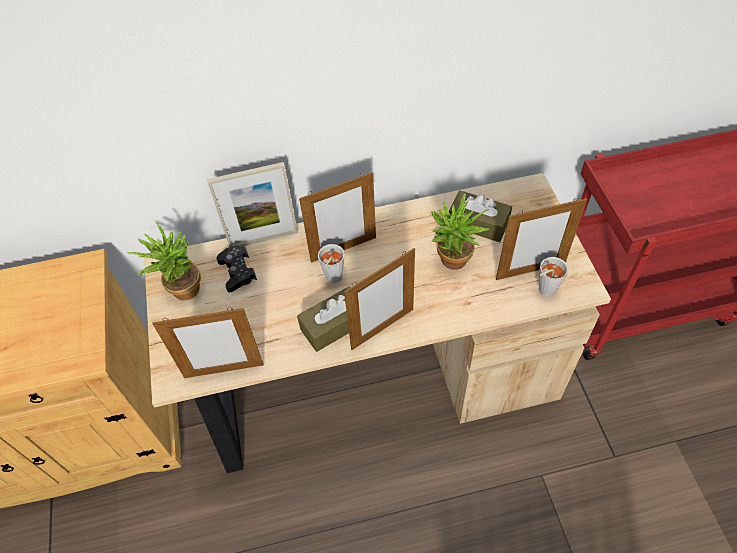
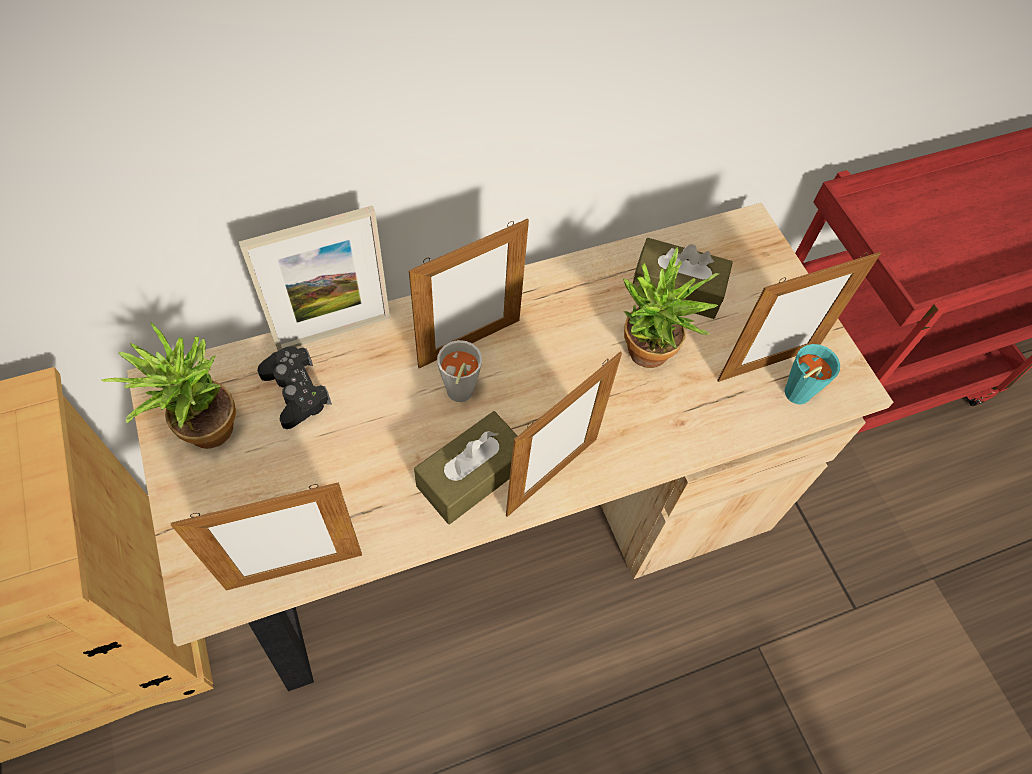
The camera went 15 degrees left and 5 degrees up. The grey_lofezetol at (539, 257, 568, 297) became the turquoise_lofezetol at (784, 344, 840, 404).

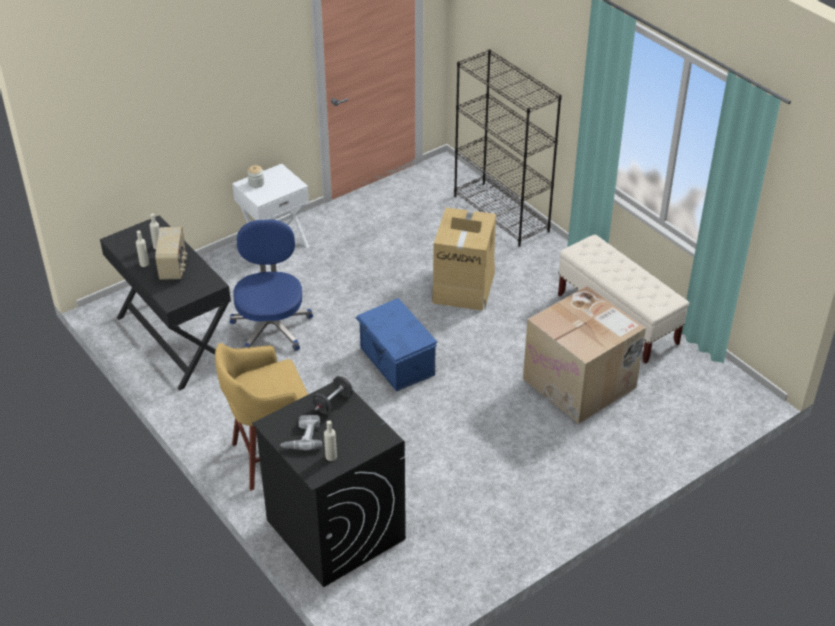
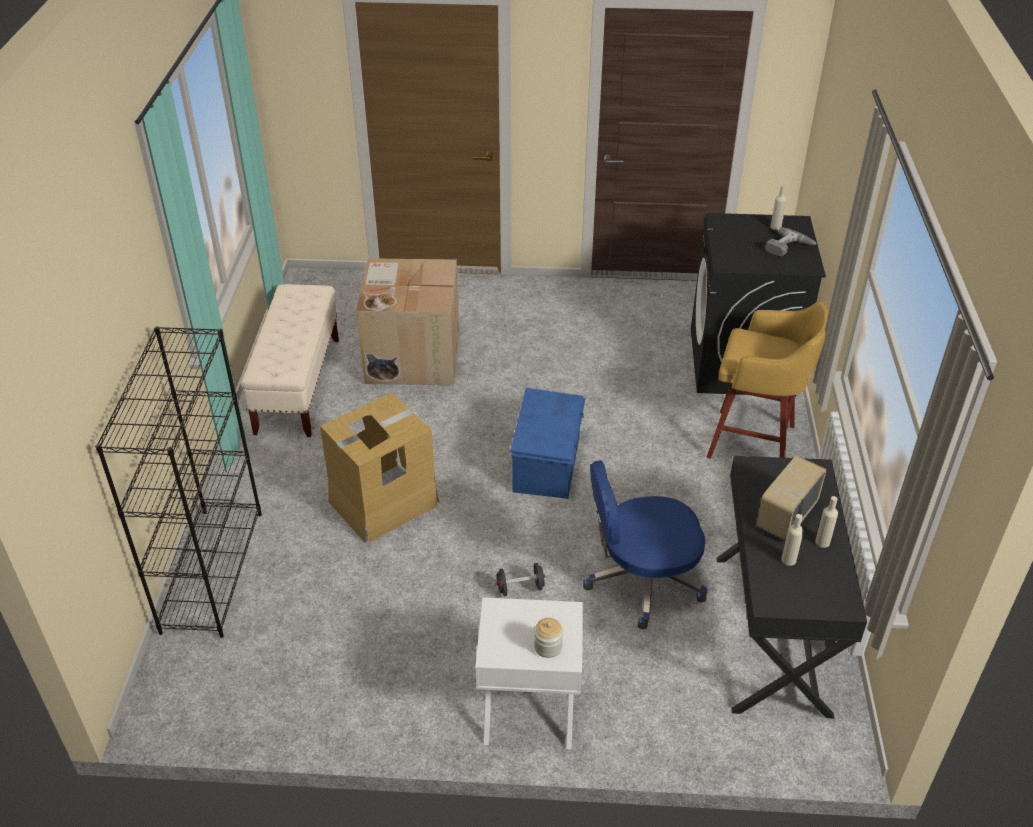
The camera went 140 degrees left and 0 degrees up. The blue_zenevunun at (229, 219, 313, 351) turned 45 degrees clockwise. The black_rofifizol moved from (313, 376, 353, 414) to (492, 563, 549, 596).

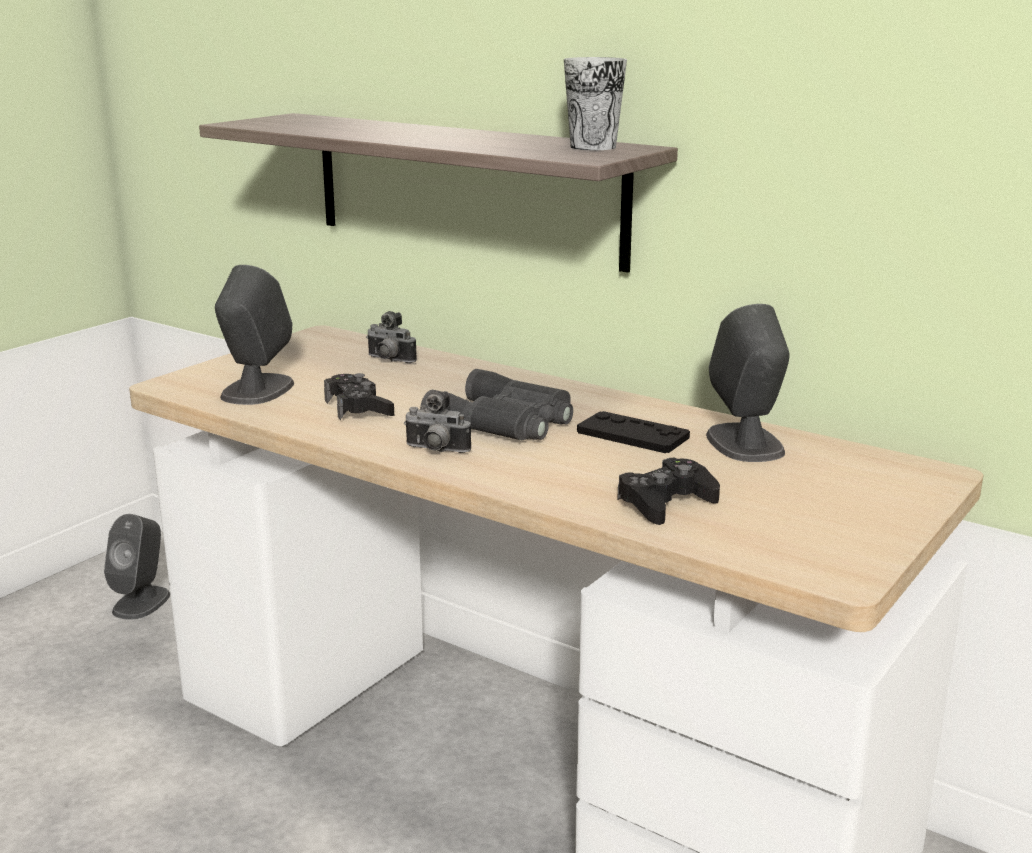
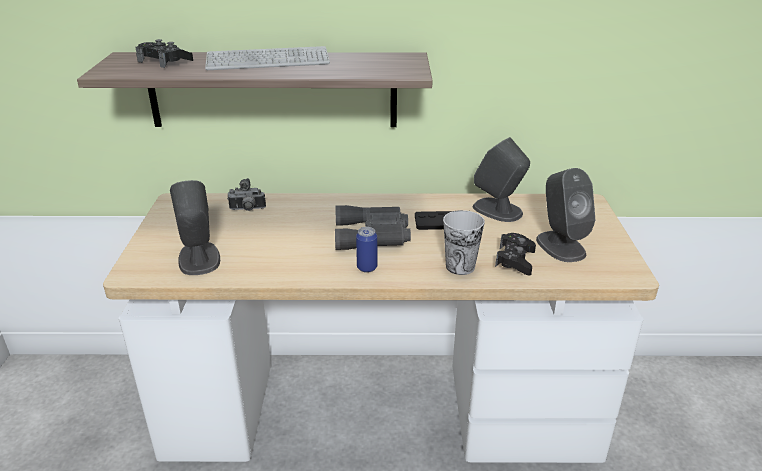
The camera went 35 degrees left and 10 degrees up. The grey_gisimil moved from (104, 514, 170, 620) to (536, 168, 595, 262). The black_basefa moved from (324, 373, 394, 420) to (136, 39, 193, 68). The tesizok at (404, 391, 471, 453) was replaced by the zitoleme at (356, 227, 377, 273). The lofezetol moved from (564, 57, 627, 150) to (443, 210, 485, 275). The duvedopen at (205, 46, 330, 70) appeared.

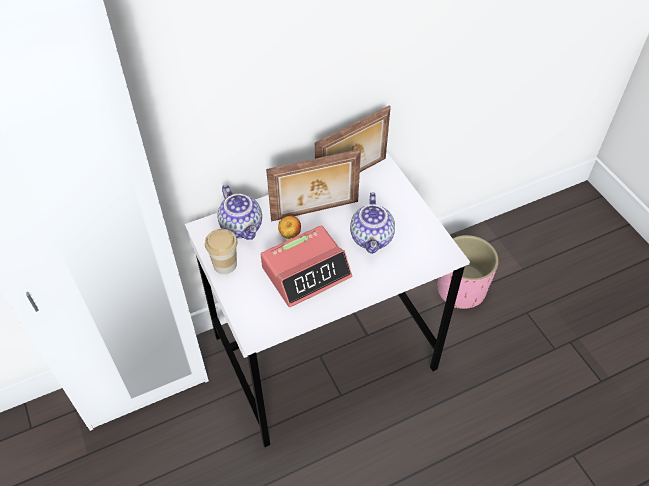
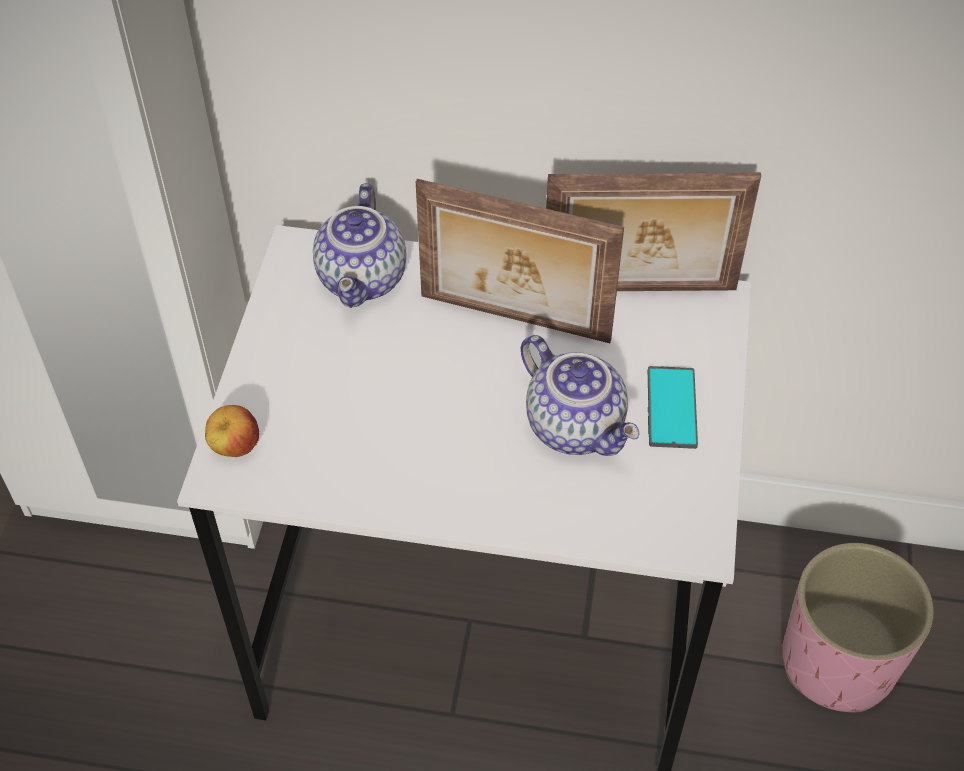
The camera went 35 degrees right and 0 degrees up. The lofezetol at (205, 229, 237, 274) disappeared. The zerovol at (261, 225, 352, 308) disappeared. The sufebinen moved from (278, 215, 301, 239) to (205, 405, 259, 457). The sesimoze at (350, 192, 395, 254) turned 75 degrees counterclockwise. The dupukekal at (648, 366, 698, 449) appeared.

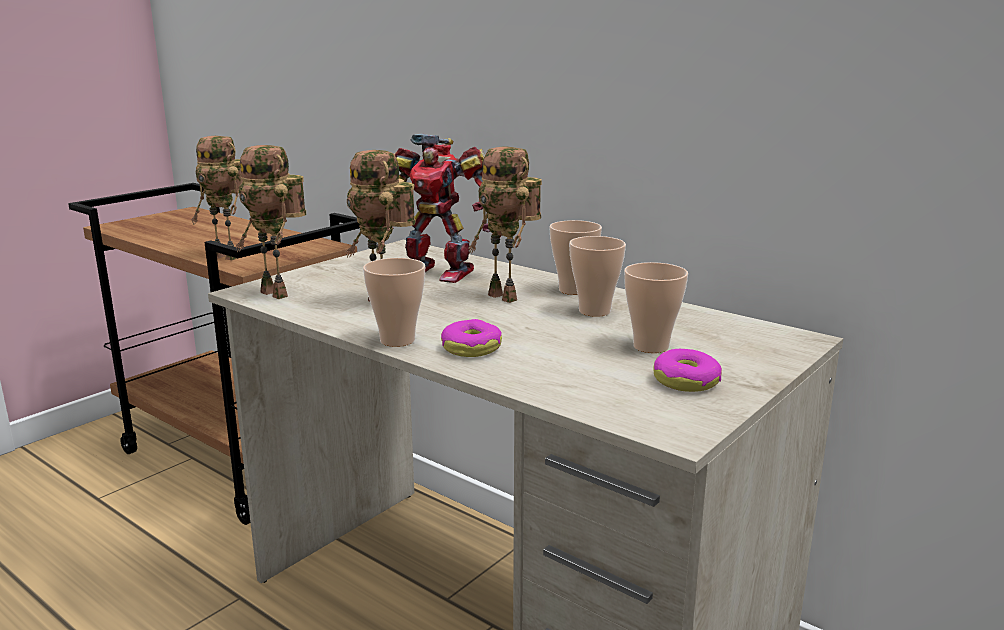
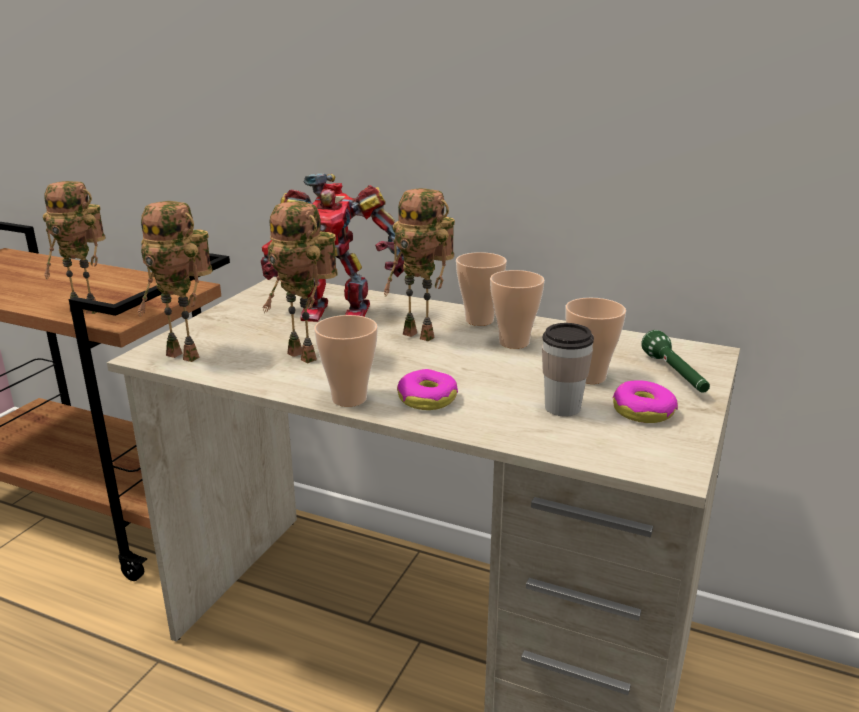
The camera went 15 degrees left and 5 degrees up. The lofezetol at (542, 323, 594, 417) appeared. The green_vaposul at (641, 330, 710, 393) appeared.

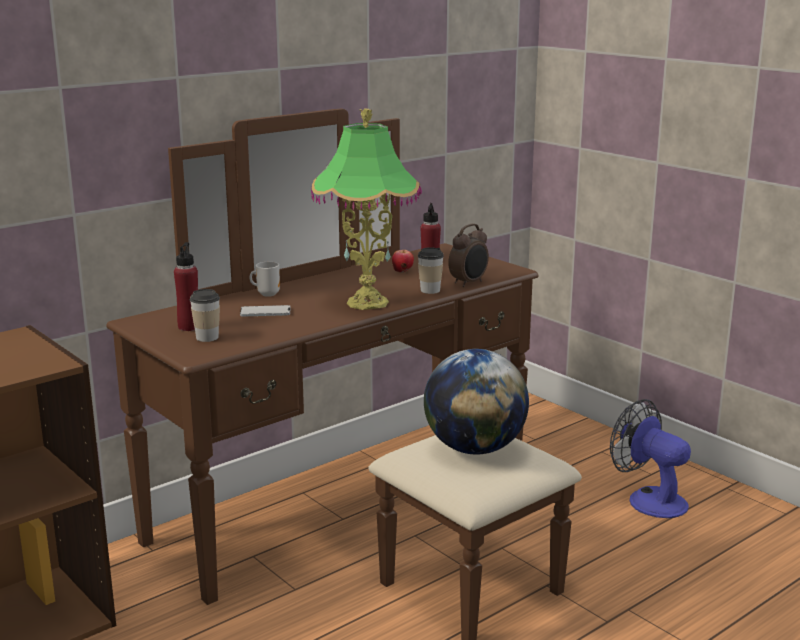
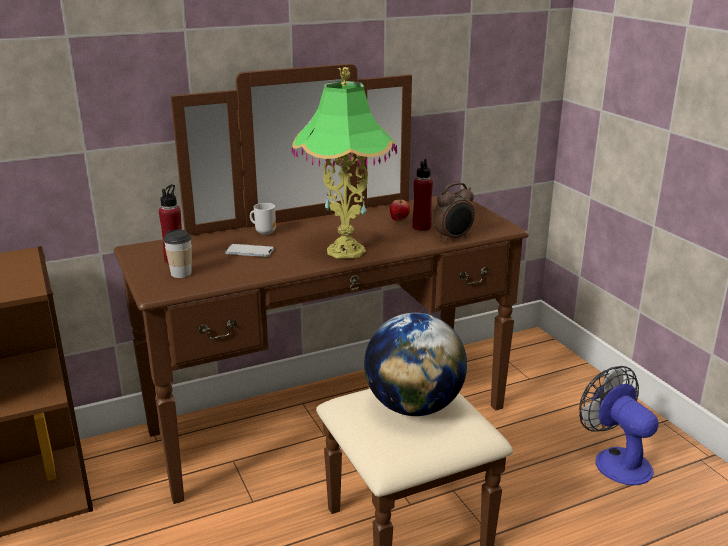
The camera went 15 degrees right and 5 degrees up. The lofezetol at (418, 247, 444, 294) disappeared.

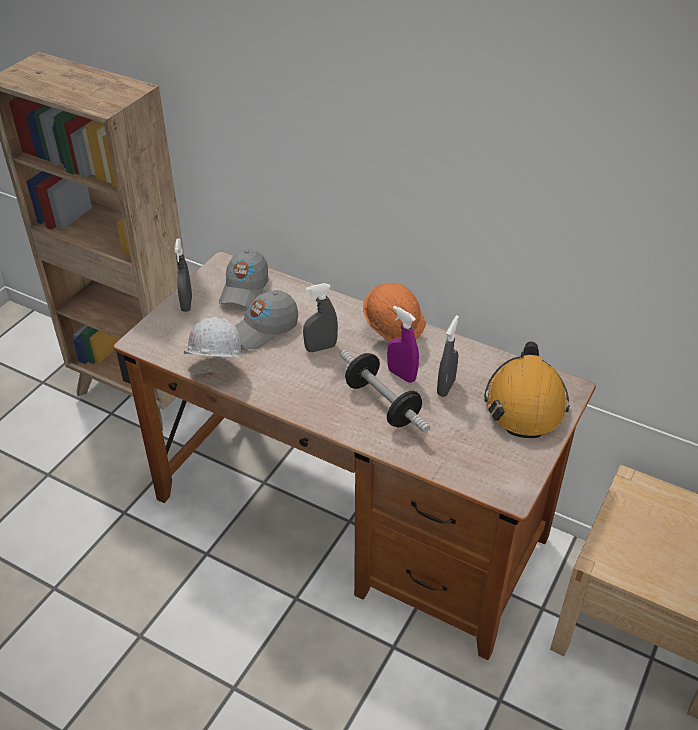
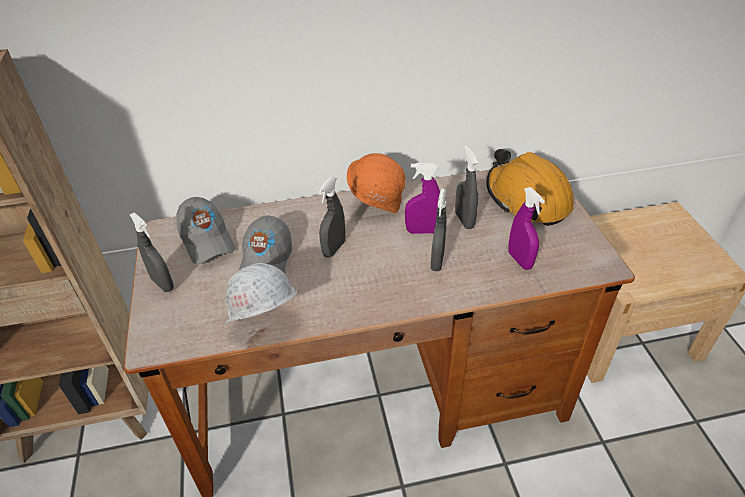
The camera went 40 degrees left and 0 degrees up. The rofifizol at (340, 350, 430, 433) was replaced by the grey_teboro at (431, 188, 447, 271). The purple_teboro at (508, 187, 545, 270) appeared.

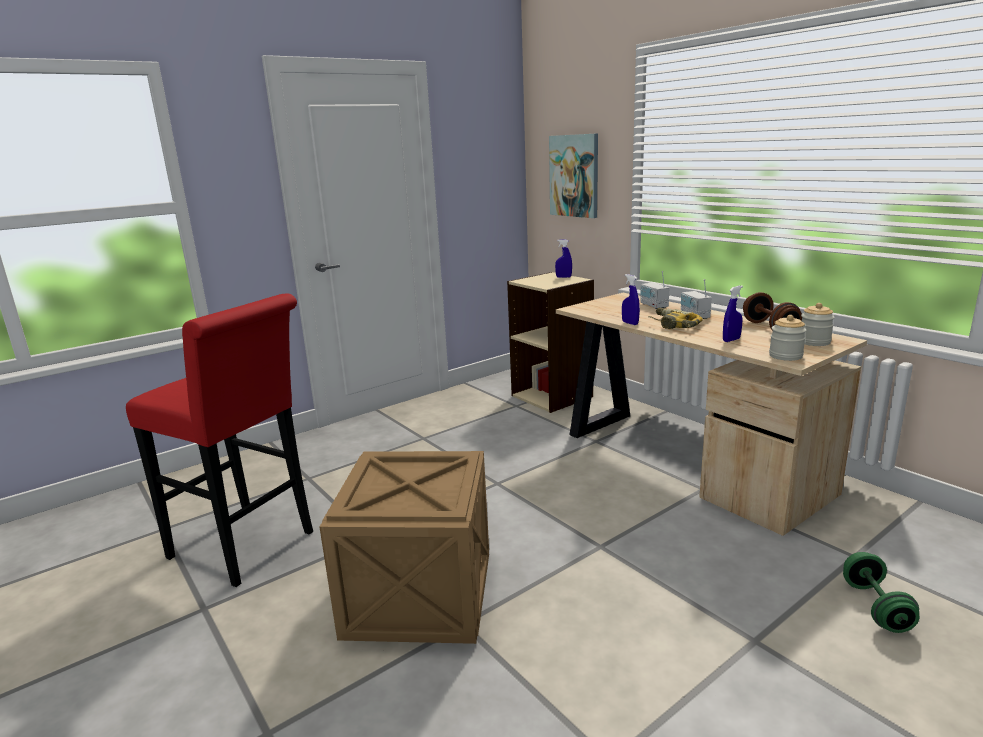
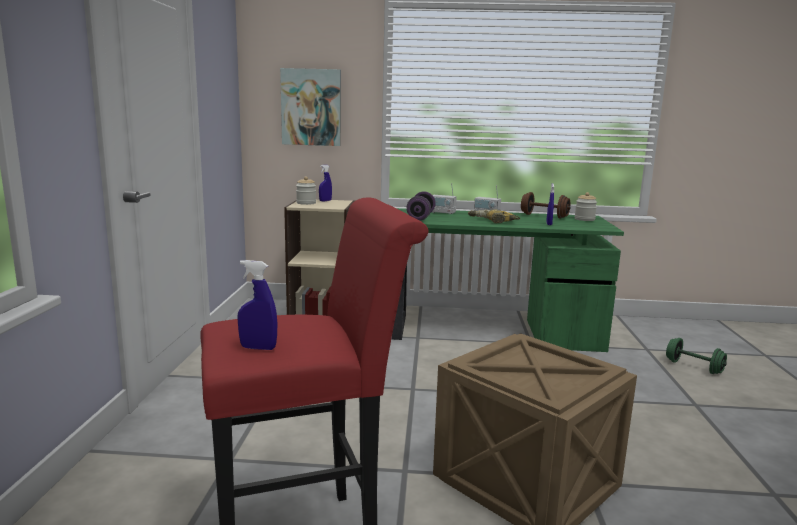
The camera went 50 degrees left and 5 degrees down. The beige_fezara at (556, 293, 867, 536) became the green_fezara at (392, 208, 624, 352). The blue_teboro moved from (622, 274, 640, 325) to (237, 260, 277, 350). The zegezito moved from (769, 315, 806, 361) to (296, 176, 316, 205). The purple_rofifizol at (406, 191, 436, 220) appeared.

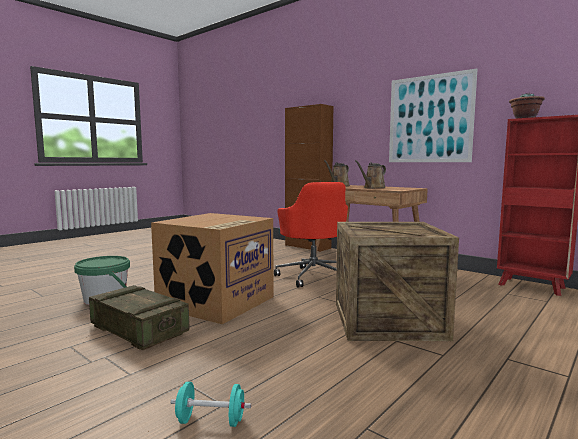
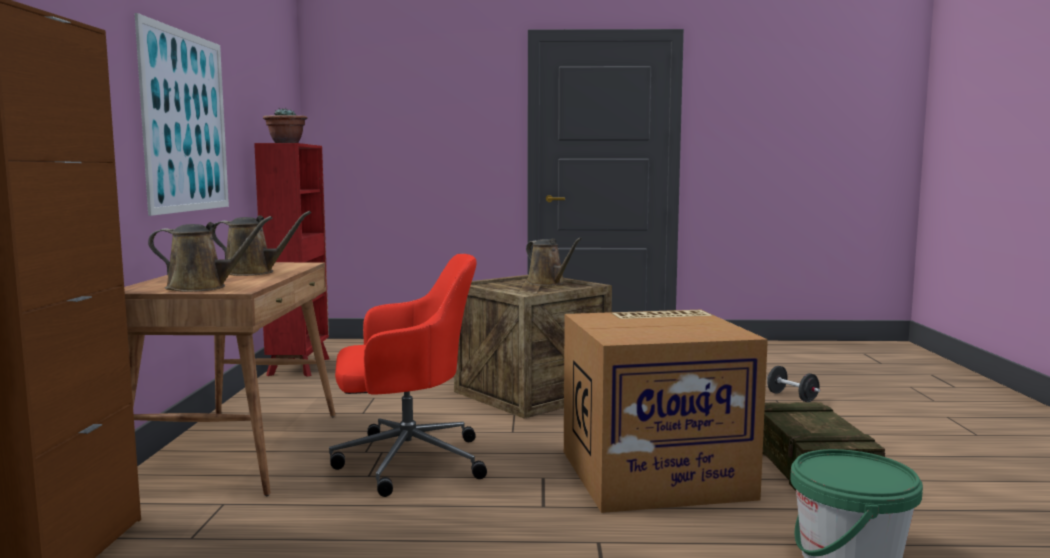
The camera went 130 degrees left and 0 degrees up. The turquoise_rofifizol at (170, 382, 251, 427) became the black_rofifizol at (767, 366, 820, 402). The red_zenevunun at (274, 182, 348, 287) turned 45 degrees clockwise. The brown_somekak at (526, 237, 582, 286) appeared.

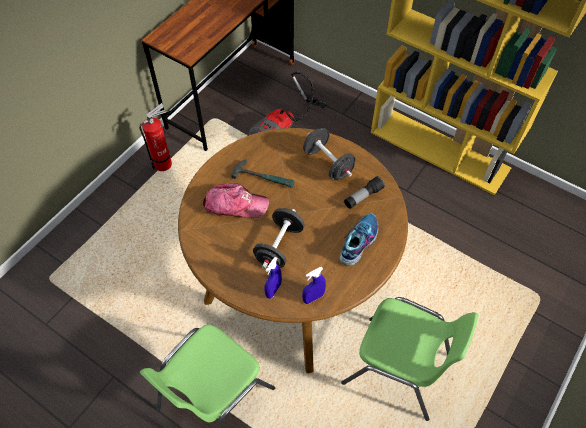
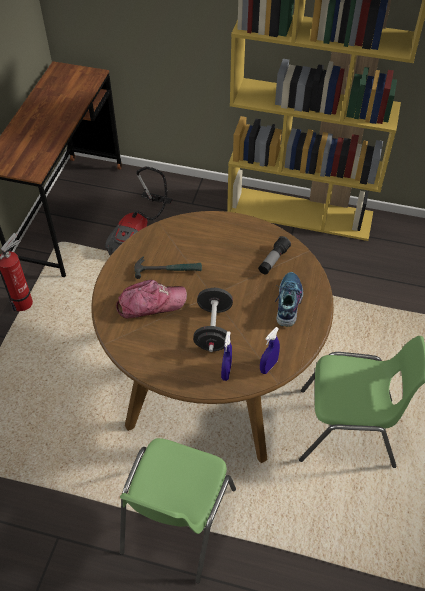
The camera went 20 degrees left and 5 degrees down. The black_rofifizol at (303, 128, 356, 180) disappeared.

